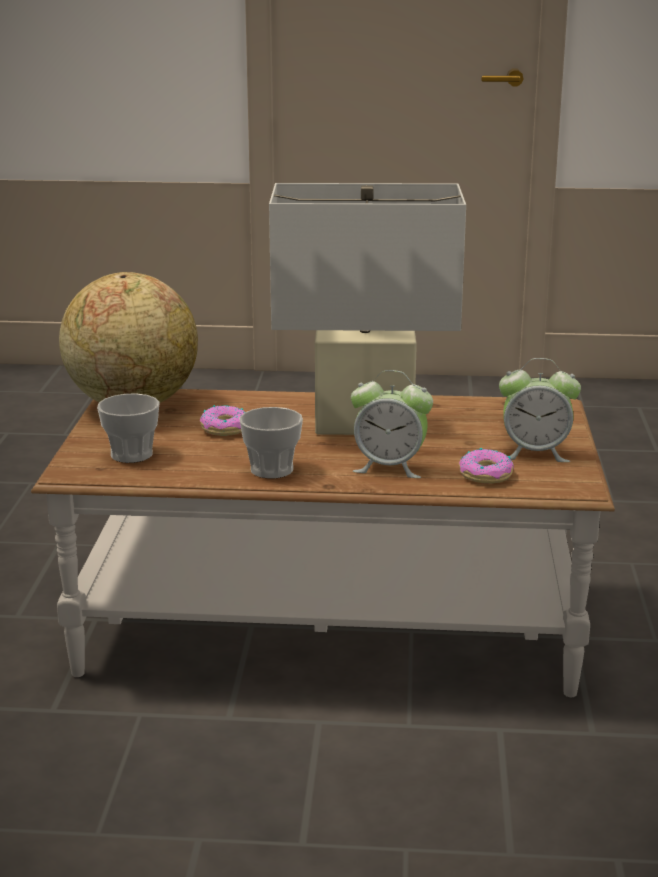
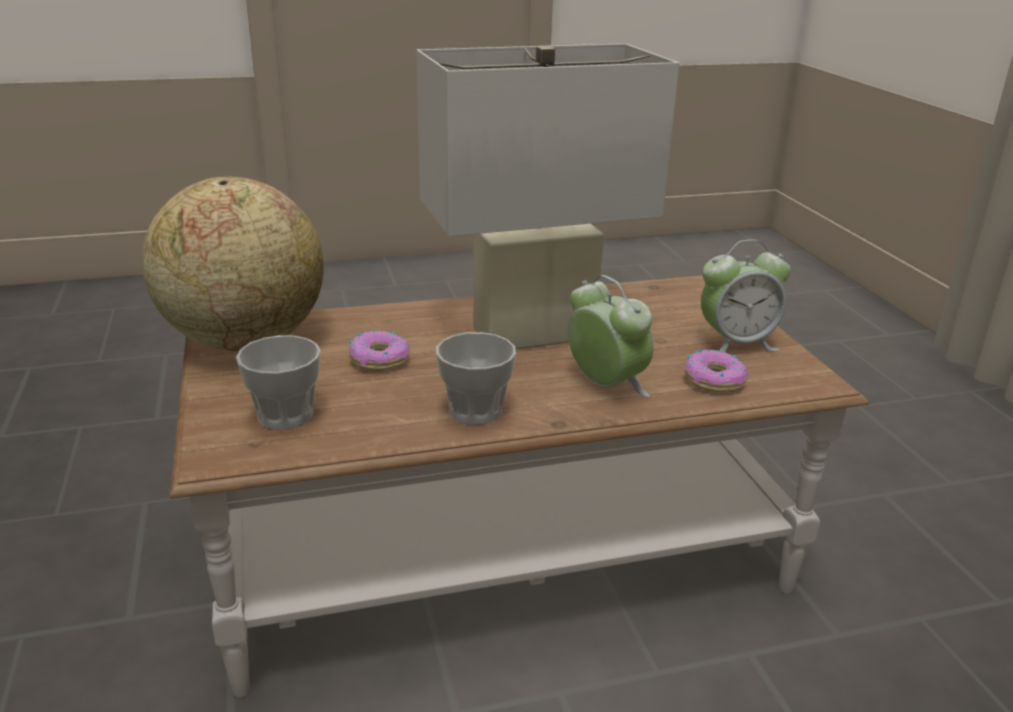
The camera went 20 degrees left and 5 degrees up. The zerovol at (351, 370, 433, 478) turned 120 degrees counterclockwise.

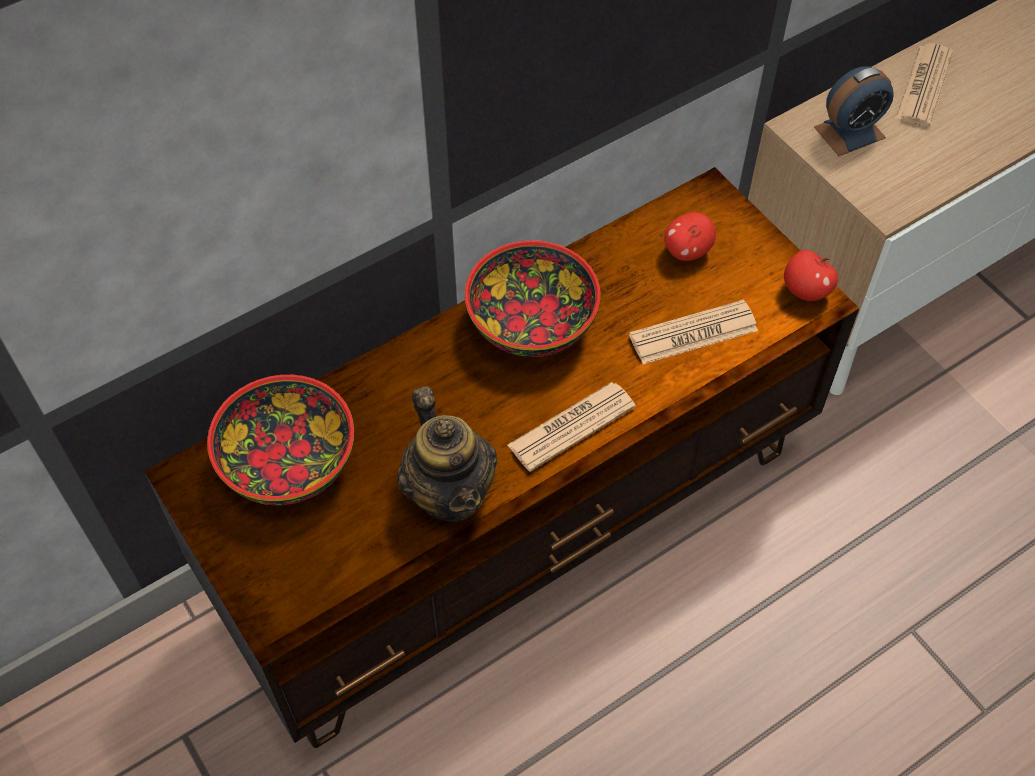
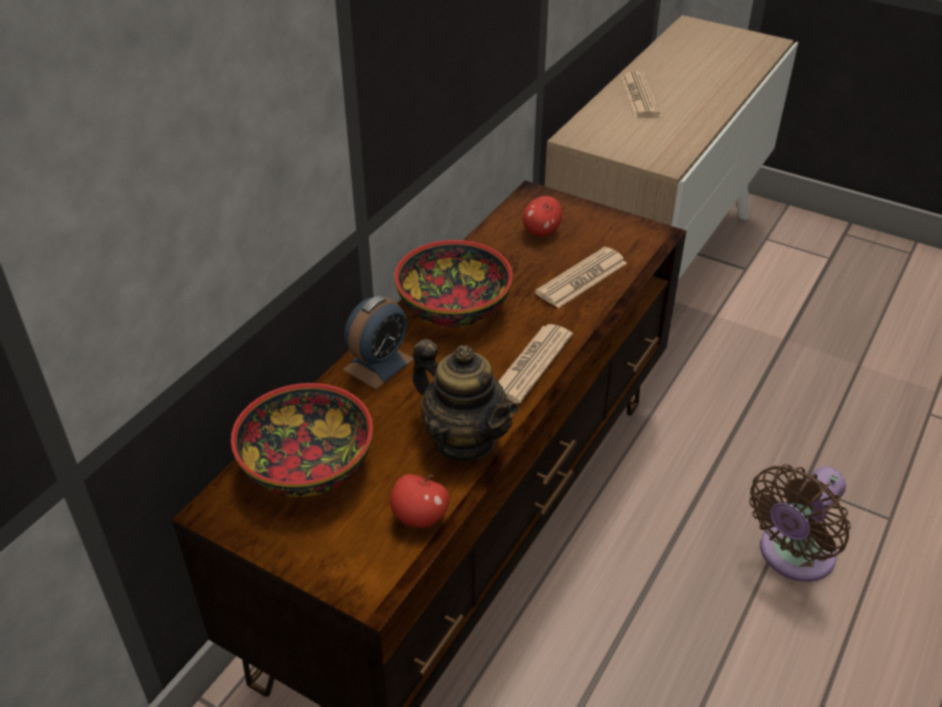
The camera went 25 degrees left and 15 degrees down. The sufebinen moved from (784, 250, 838, 301) to (390, 474, 449, 528). The zerovol moved from (814, 66, 894, 156) to (343, 295, 414, 389). The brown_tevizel at (750, 464, 851, 582) appeared.

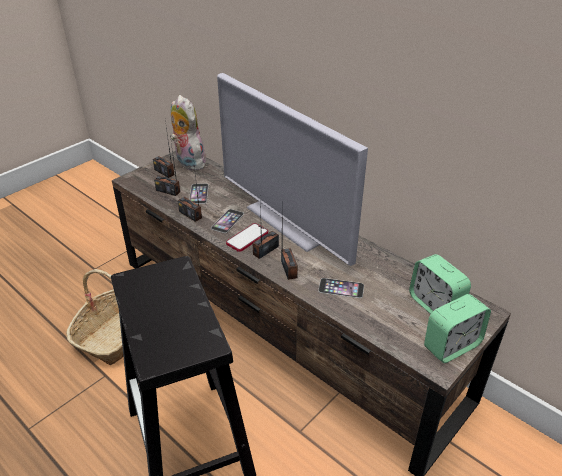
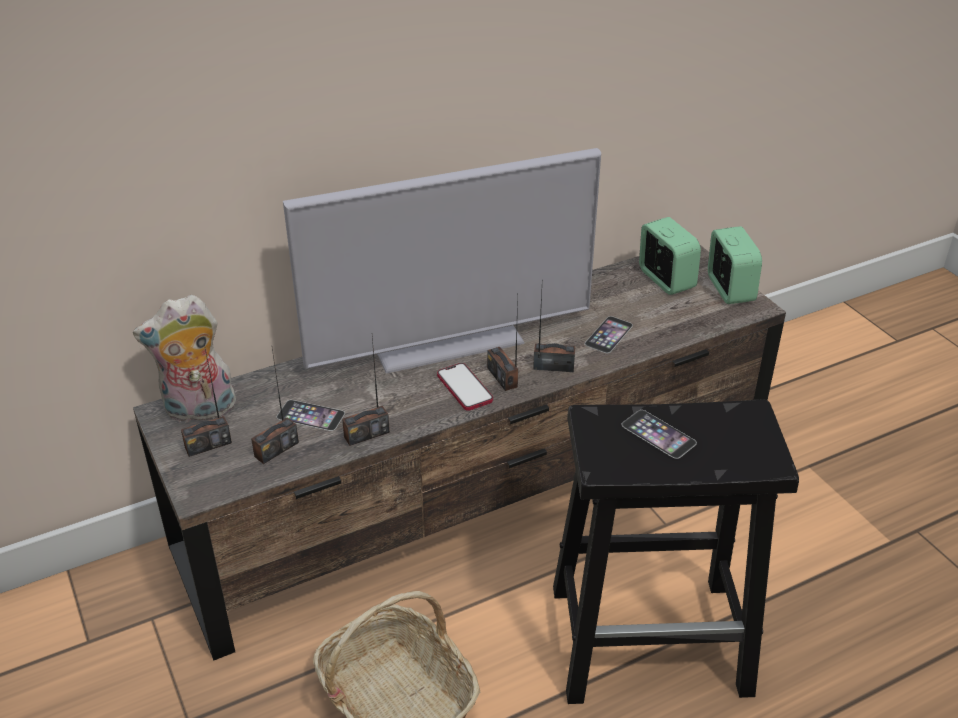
The camera went 70 degrees left and 0 degrees up. The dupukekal moved from (211, 209, 244, 233) to (622, 410, 697, 459). The zerovol at (409, 254, 471, 314) turned 105 degrees counterclockwise.

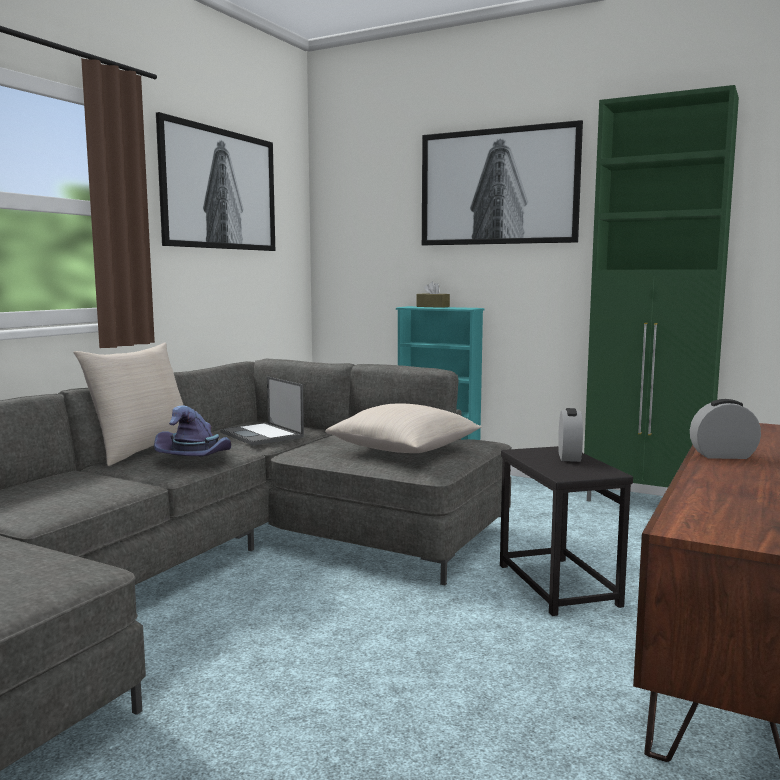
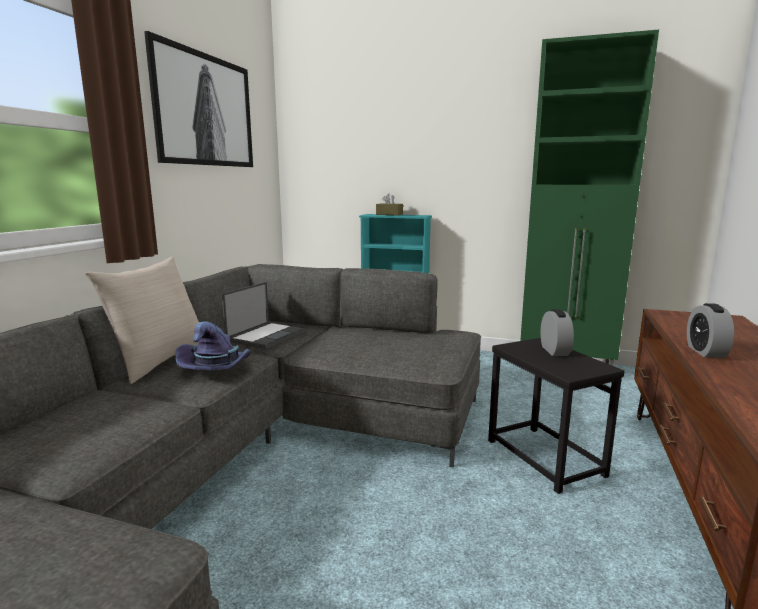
The camera went 10 degrees left and 5 degrees up. The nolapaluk at (220, 376, 304, 445) turned 105 degrees counterclockwise. The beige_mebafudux at (325, 404, 482, 453) disappeared. The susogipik at (422, 120, 583, 245) disappeared. The zerovol at (690, 399, 761, 459) turned 75 degrees counterclockwise.

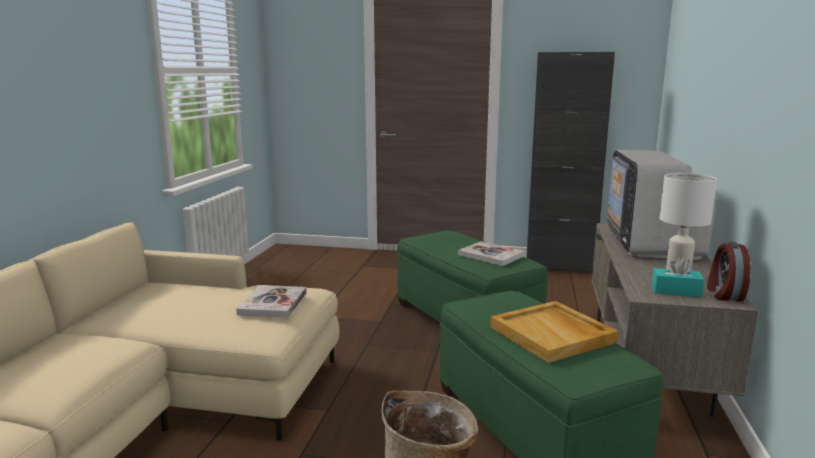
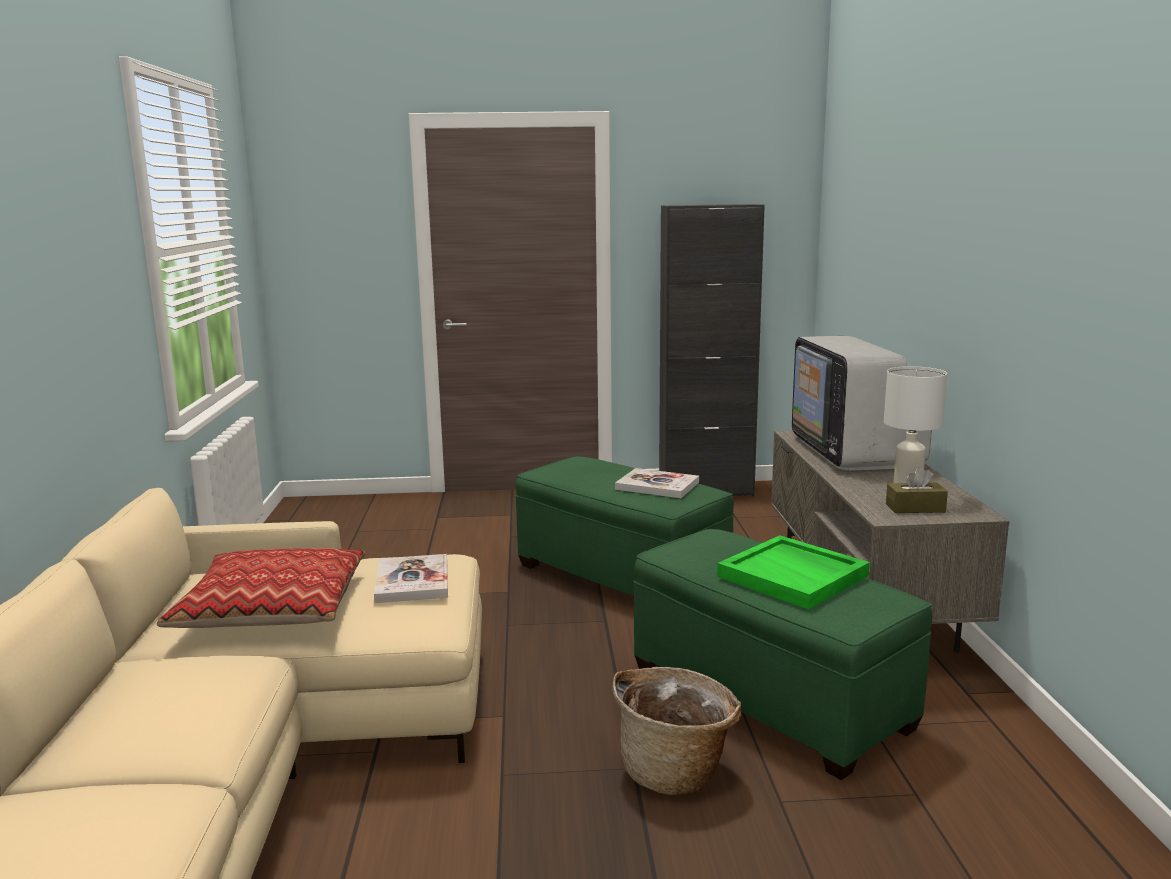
The camera went 15 degrees left and 0 degrees up. The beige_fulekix at (490, 301, 618, 363) became the green_fulekix at (717, 535, 870, 610). The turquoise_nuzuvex at (652, 256, 705, 297) became the brown_nuzuvex at (886, 467, 948, 513). The zerovol at (707, 241, 751, 302) disappeared. The mebafudux at (157, 548, 365, 628) appeared.

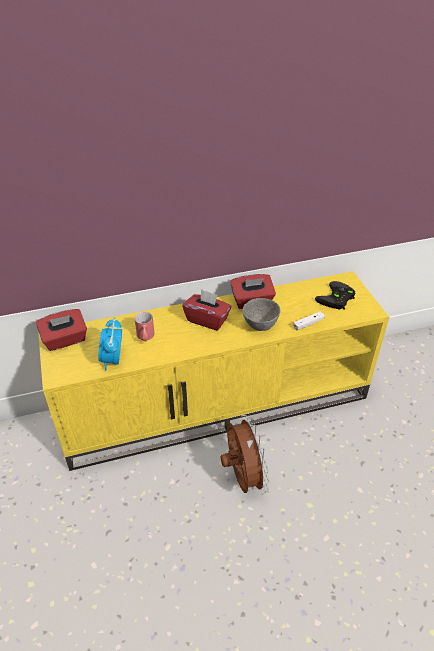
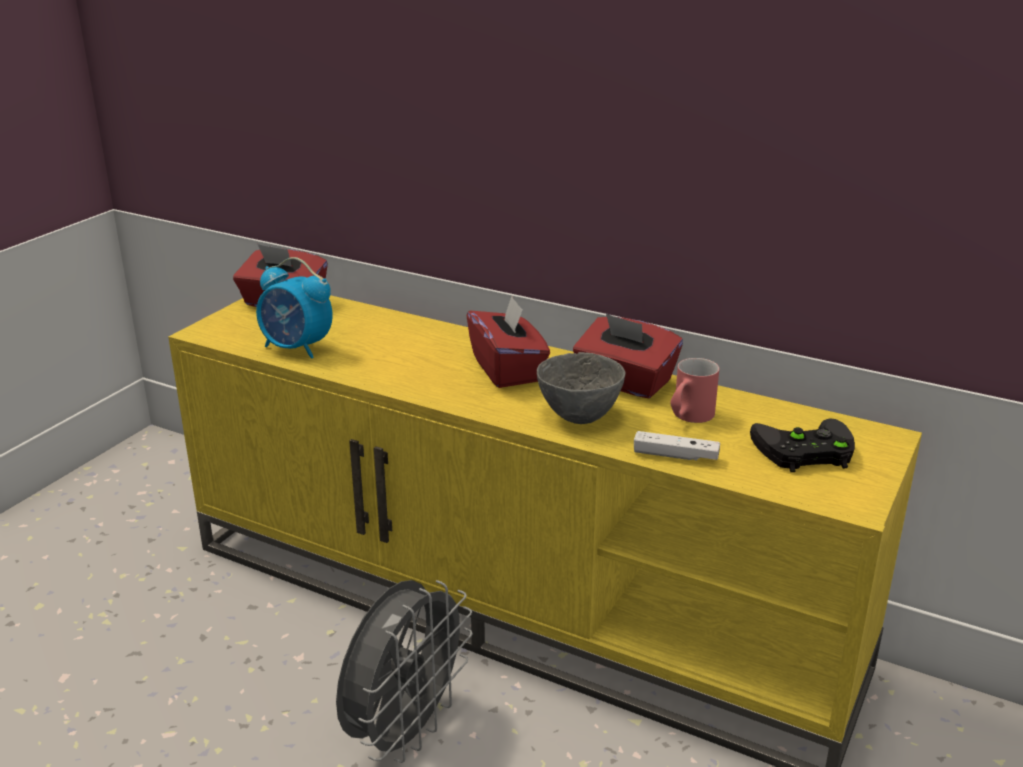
The camera went 45 degrees right and 15 degrees down. The zerovol at (98, 318, 122, 371) turned 105 degrees counterclockwise. The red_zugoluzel moved from (135, 312, 155, 342) to (670, 358, 719, 423). The brown_tevizel at (221, 415, 269, 495) became the grey_tevizel at (336, 580, 473, 763).

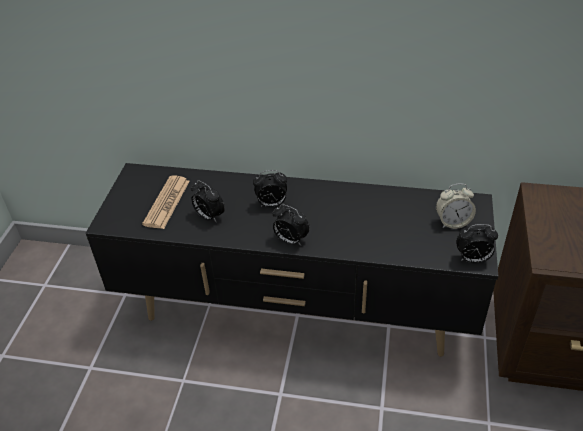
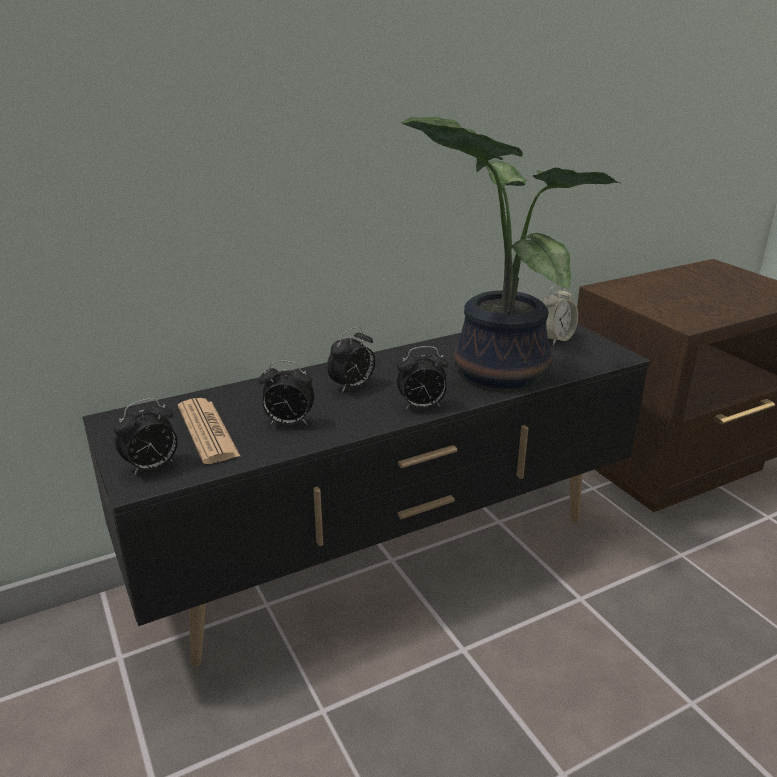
The camera went 40 degrees left and 15 degrees down. The zerovol moved from (456, 224, 498, 263) to (113, 398, 177, 476). The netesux at (401, 117, 620, 389) appeared.

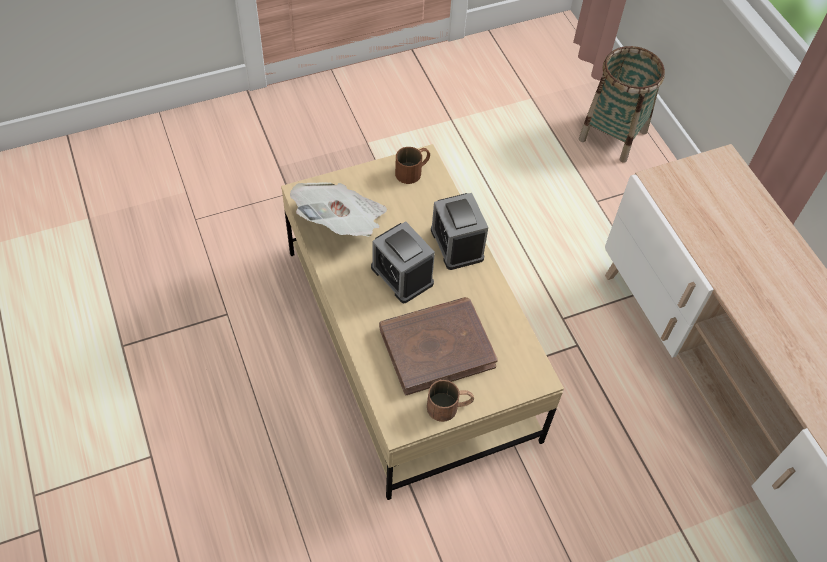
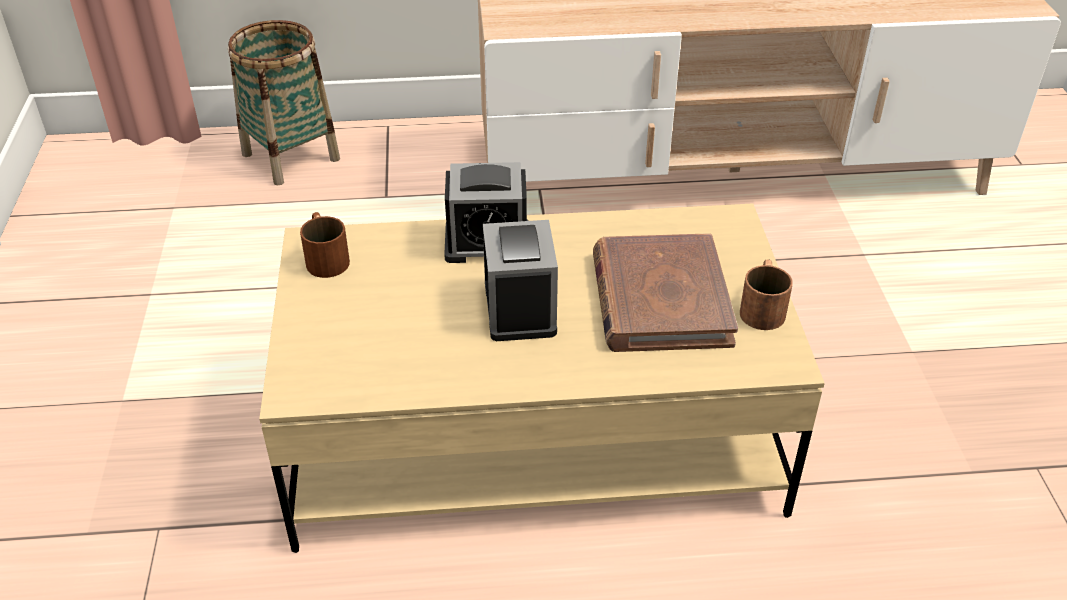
The camera went 70 degrees left and 15 degrees down. The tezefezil at (290, 182, 387, 236) disappeared. The zerovol at (371, 221, 435, 303) turned 75 degrees counterclockwise.

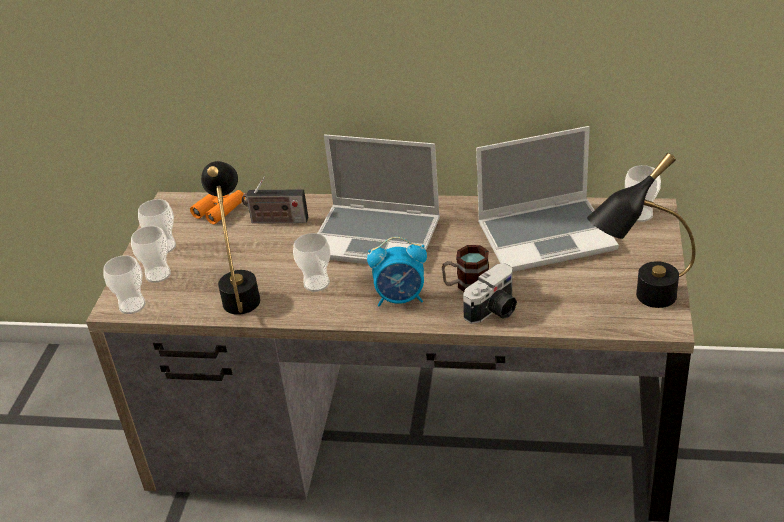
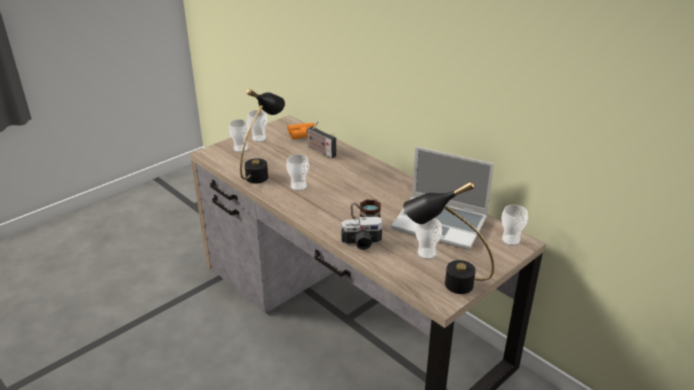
The camera went 35 degrees right and 5 degrees down. The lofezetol moved from (103, 255, 146, 314) to (415, 218, 442, 260). The nolapaluk at (317, 135, 440, 264) disappeared. The zerovol at (367, 237, 427, 306) disappeared.

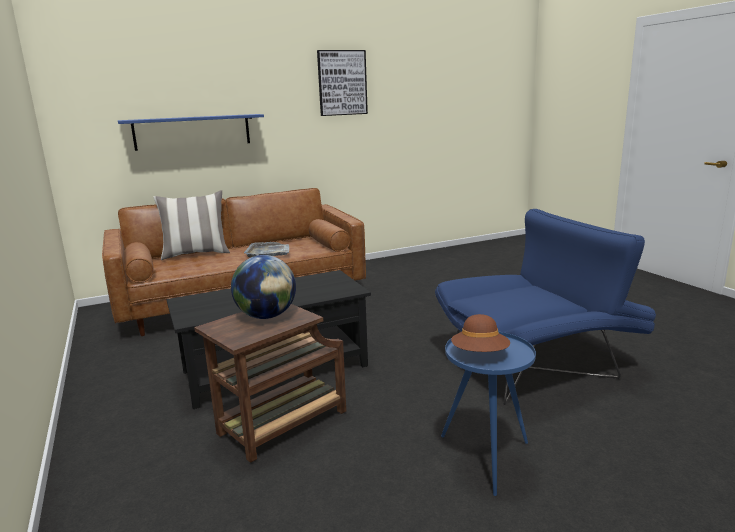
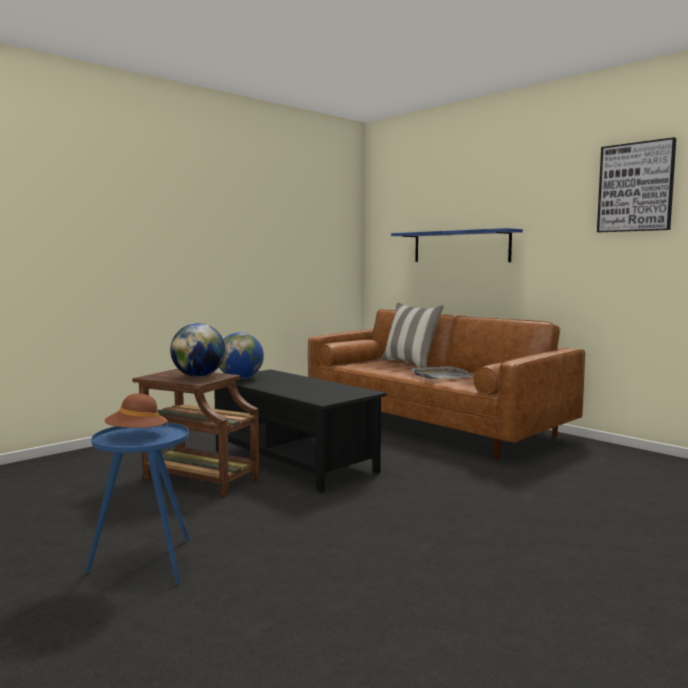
The camera went 70 degrees right and 10 degrees down. The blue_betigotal at (435, 209, 656, 405) disappeared. The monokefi at (219, 332, 264, 379) appeared.

